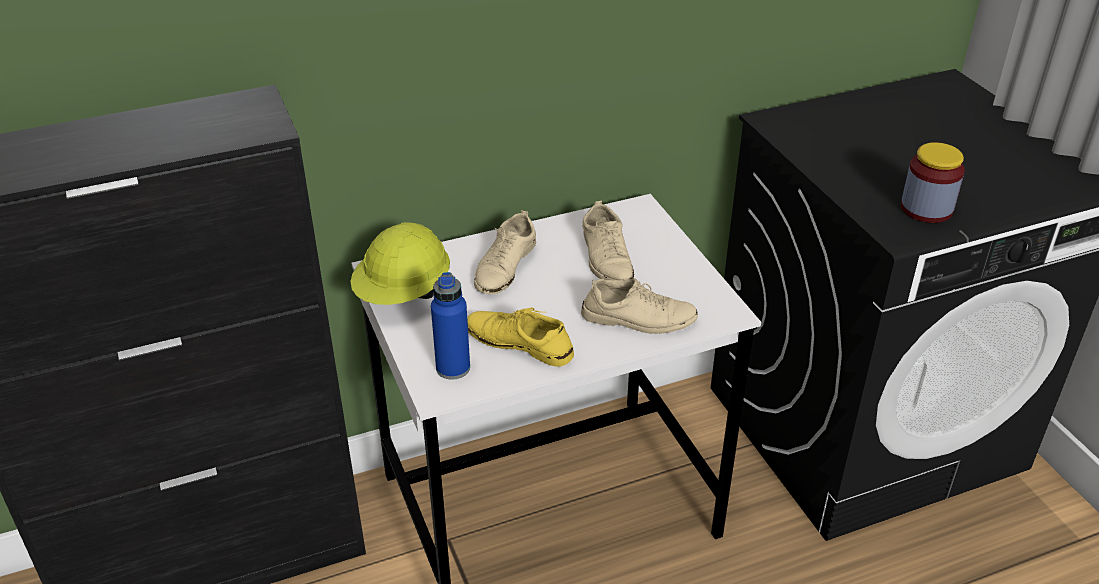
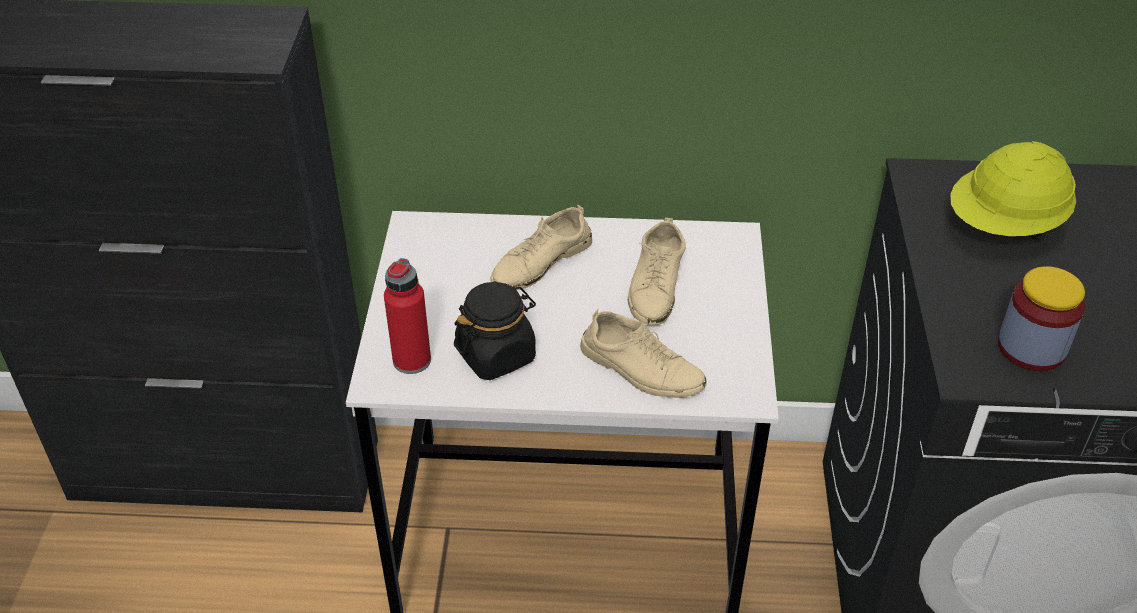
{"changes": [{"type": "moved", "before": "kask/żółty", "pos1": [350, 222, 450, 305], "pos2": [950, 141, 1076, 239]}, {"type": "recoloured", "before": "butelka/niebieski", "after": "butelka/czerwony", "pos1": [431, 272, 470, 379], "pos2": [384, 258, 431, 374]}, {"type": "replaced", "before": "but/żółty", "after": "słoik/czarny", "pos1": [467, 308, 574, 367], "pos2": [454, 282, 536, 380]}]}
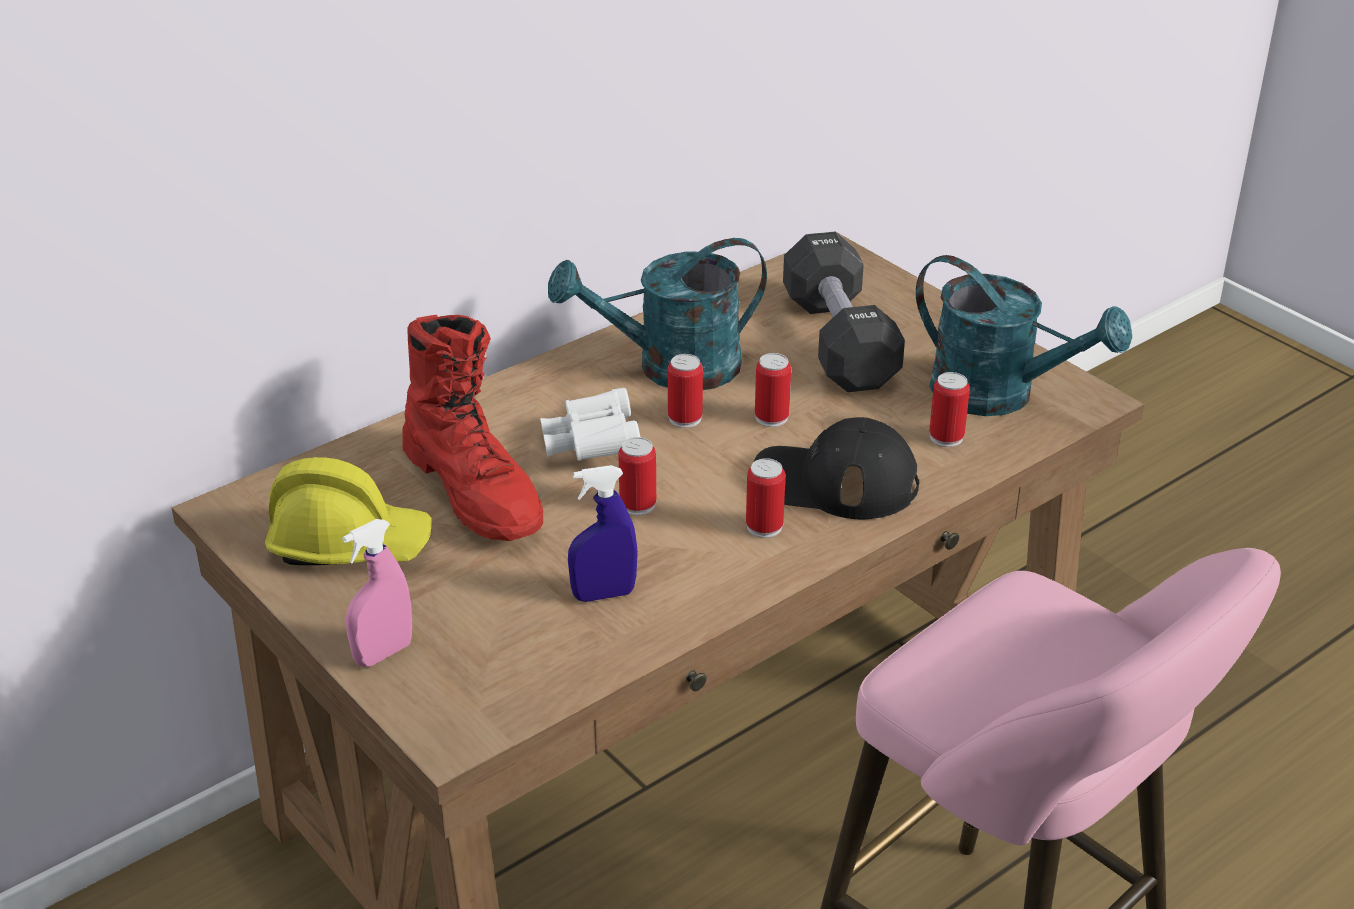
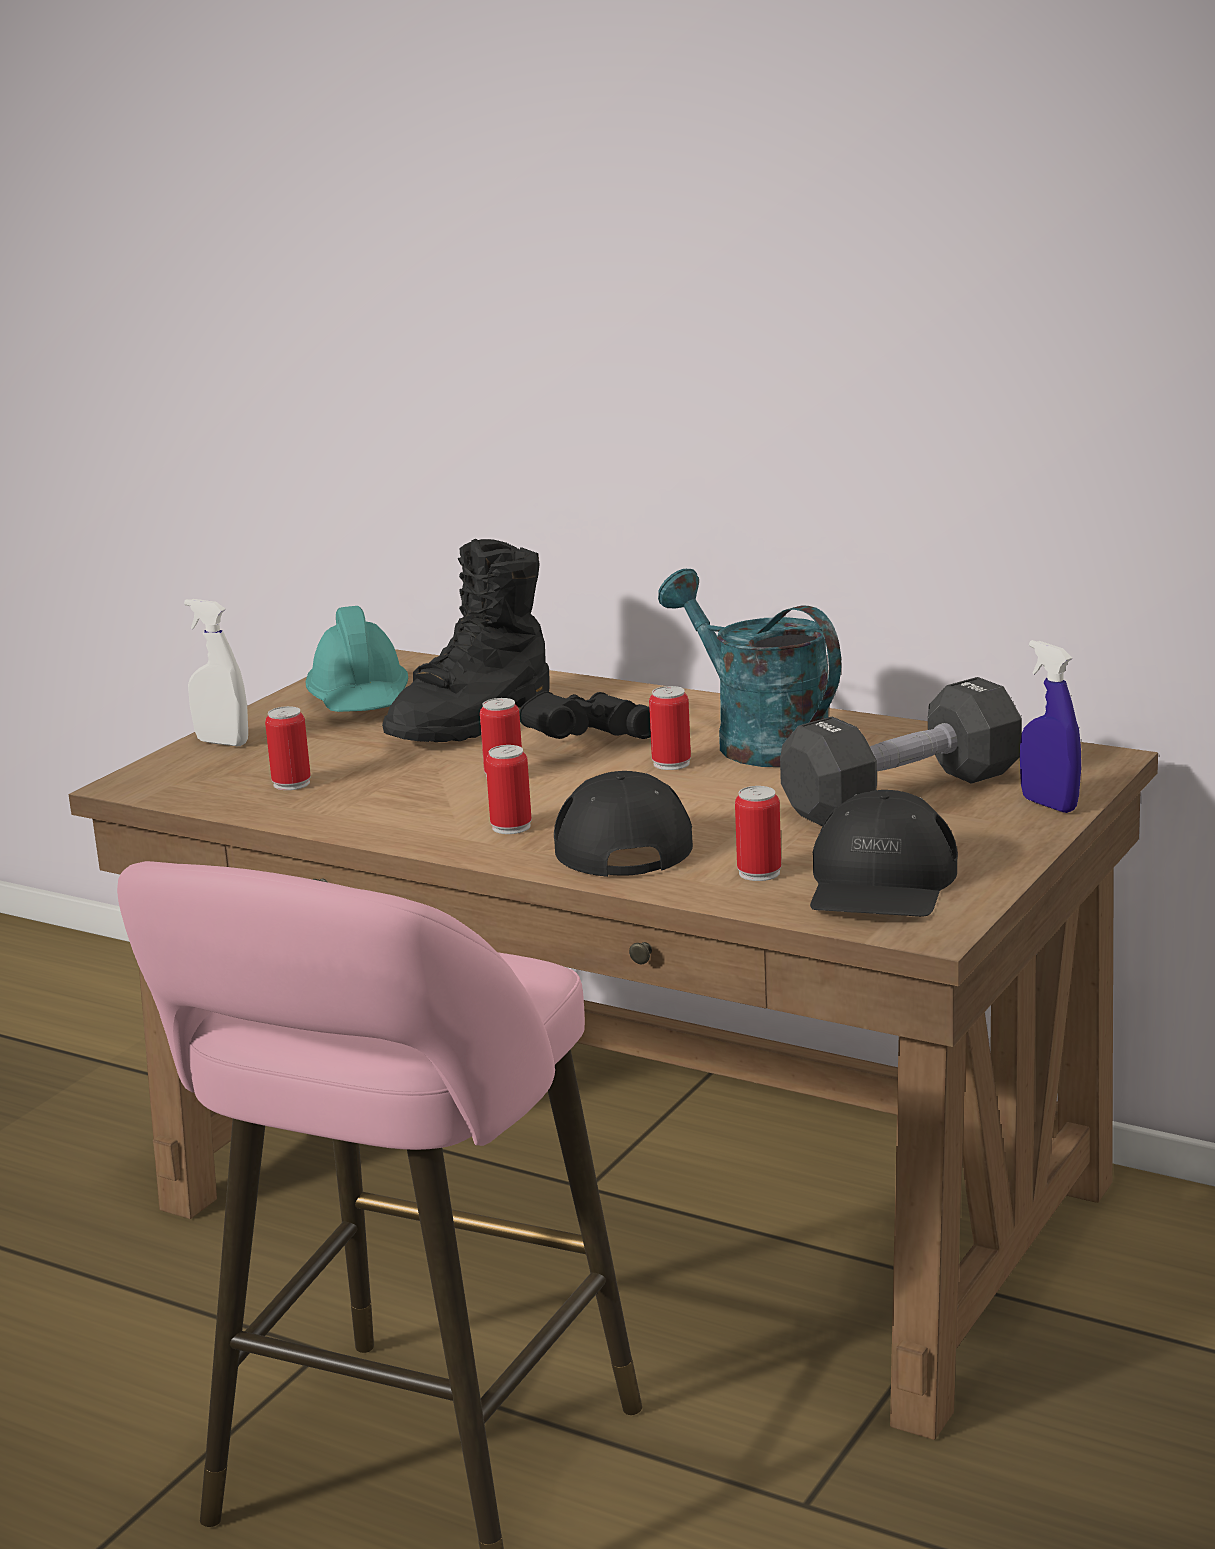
{"changes": [{"type": "recoloured", "before": "kask/żółty", "after": "kask/turkusowy", "pos1": [265, 457, 431, 565], "pos2": [306, 606, 408, 712]}, {"type": "recoloured", "before": "spryskiwacz/różowy", "after": "spryskiwacz/biały", "pos1": [342, 519, 412, 667], "pos2": [184, 599, 248, 746]}, {"type": "recoloured", "before": "but z cholewką/czerwony", "after": "but z cholewką/czarny", "pos1": [402, 315, 543, 541], "pos2": [382, 539, 550, 742]}, {"type": "recoloured", "before": "lornetka/biały", "after": "lornetka/czarny", "pos1": [540, 388, 640, 461], "pos2": [519, 691, 651, 739]}, {"type": "moved", "before": "spryskiwacz/niebieski", "pos1": [568, 465, 638, 602], "pos2": [1020, 640, 1081, 813]}, {"type": "moved", "before": "puszka", "pos1": [755, 353, 791, 427], "pos2": [265, 706, 311, 790]}, {"type": "replaced", "before": "konewka/turkusowy", "after": "czapka z daszkiem/czarny", "pos1": [916, 255, 1132, 416], "pos2": [810, 790, 958, 917]}]}
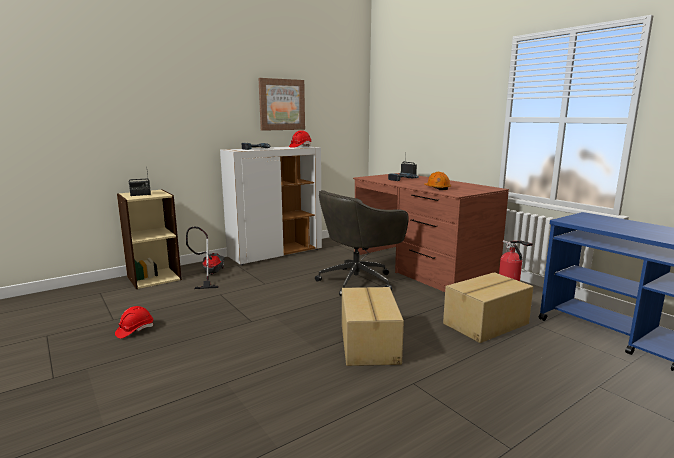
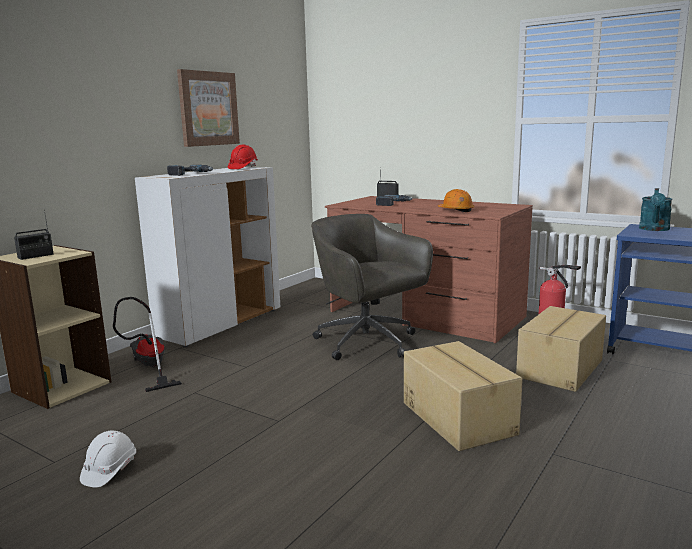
{"changes": [{"type": "recoloured", "before": "kask/czerwony", "after": "kask/biały", "pos1": [115, 306, 153, 339], "pos2": [80, 430, 136, 488]}, {"type": "turned", "before": "krzesło biurowe/szary", "pos1": [315, 190, 409, 296], "pos2": [311, 214, 433, 360], "turn": 105}, {"type": "added", "after": "konewka/turkusowy", "pos2": [639, 188, 672, 231]}]}
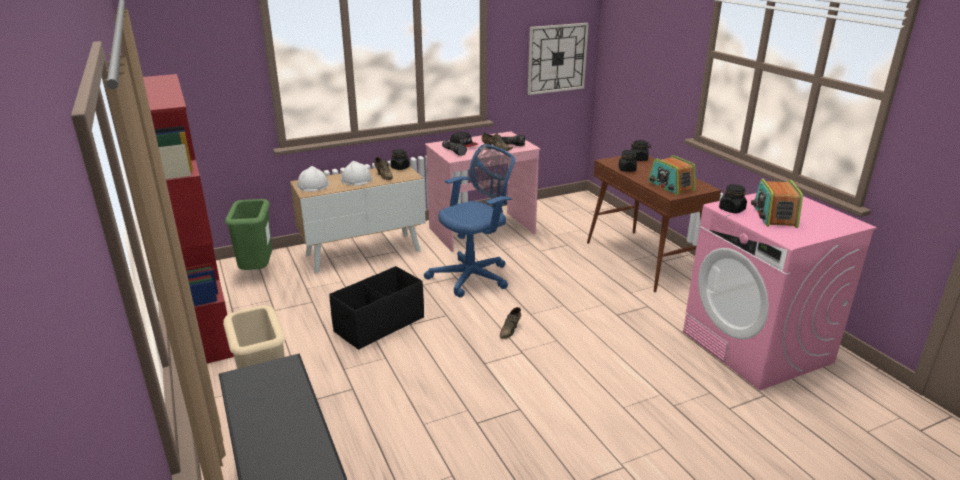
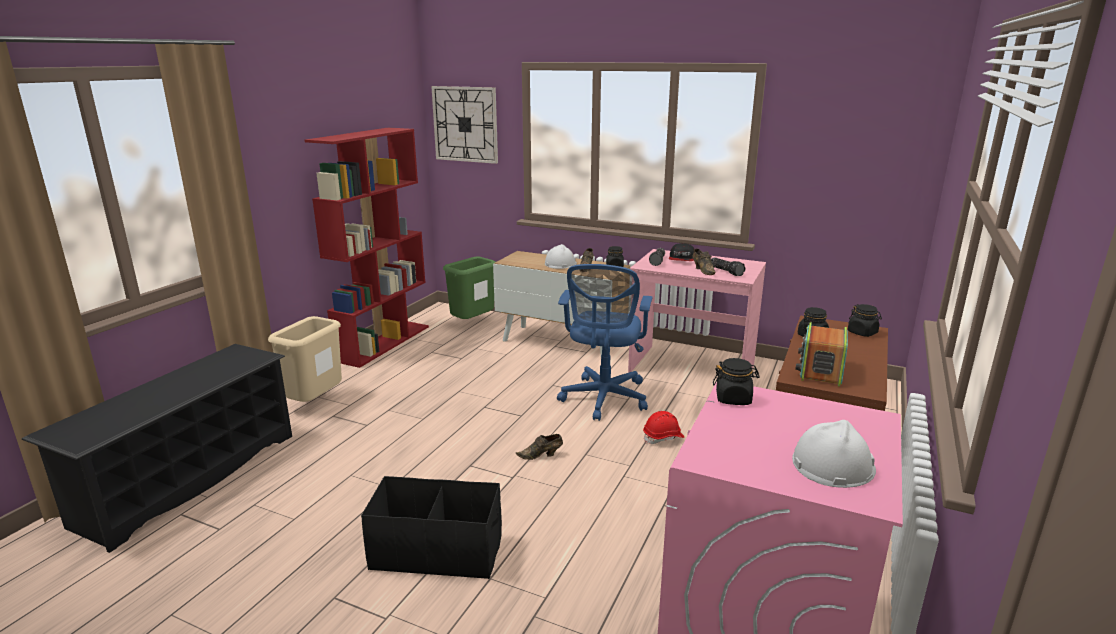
{"changes": [{"type": "moved", "before": "kask/biały", "pos1": [297, 166, 330, 192], "pos2": [792, 420, 876, 488]}, {"type": "moved", "before": "pojemnik do przechowywania/czarny", "pos1": [329, 266, 424, 350], "pos2": [361, 476, 502, 579]}, {"type": "turned", "before": "krzesło biurowe/niebieski", "pos1": [424, 144, 515, 298], "pos2": [557, 264, 653, 421], "turn": 90}, {"type": "moved", "before": "zegar ścienny", "pos1": [528, 23, 589, 95], "pos2": [431, 86, 498, 164]}, {"type": "removed", "before": "radio", "pos1": [751, 179, 803, 228]}, {"type": "added", "after": "kask/czerwony", "pos2": [643, 411, 684, 444]}]}
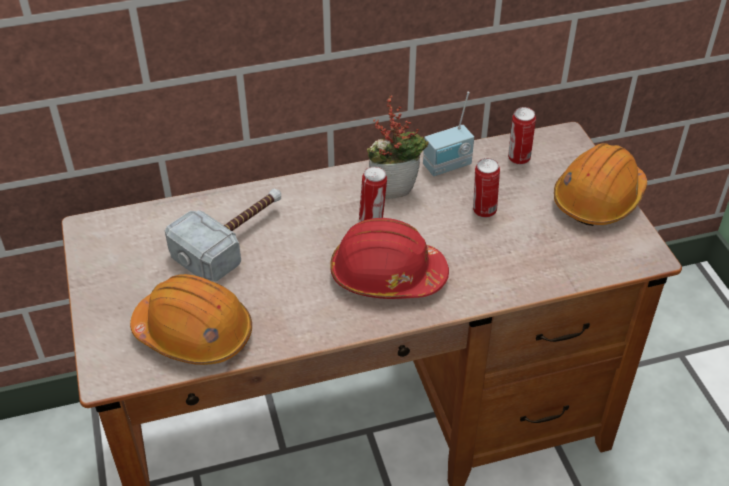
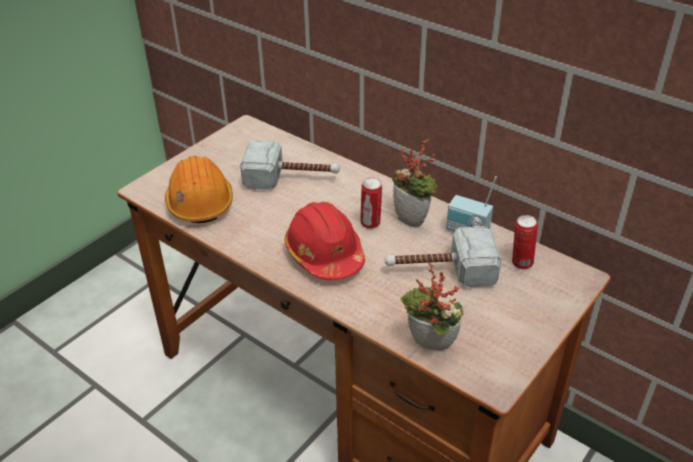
{"changes": [{"type": "replaced", "before": "puszka", "after": "młotek", "pos1": [473, 158, 500, 218], "pos2": [385, 226, 502, 287]}, {"type": "removed", "before": "kask/pomarańczowy", "pos1": [554, 143, 647, 226]}, {"type": "added", "after": "roślina doniczkowa", "pos2": [401, 263, 464, 351]}]}
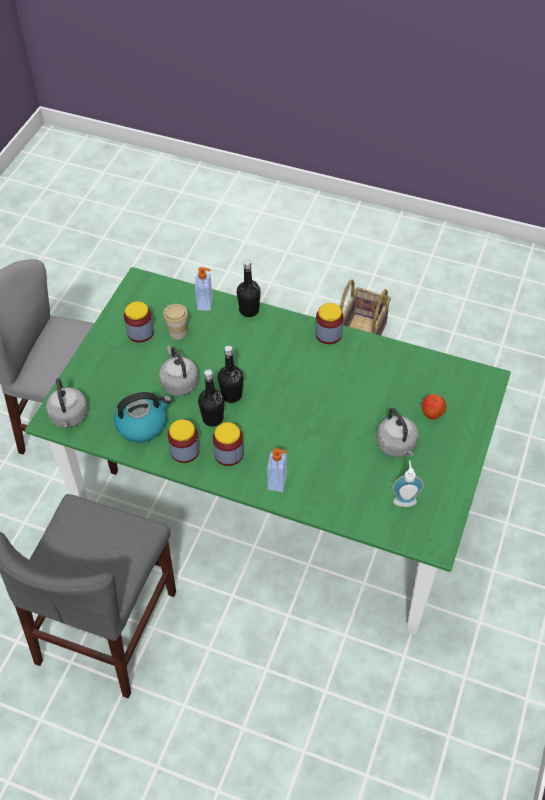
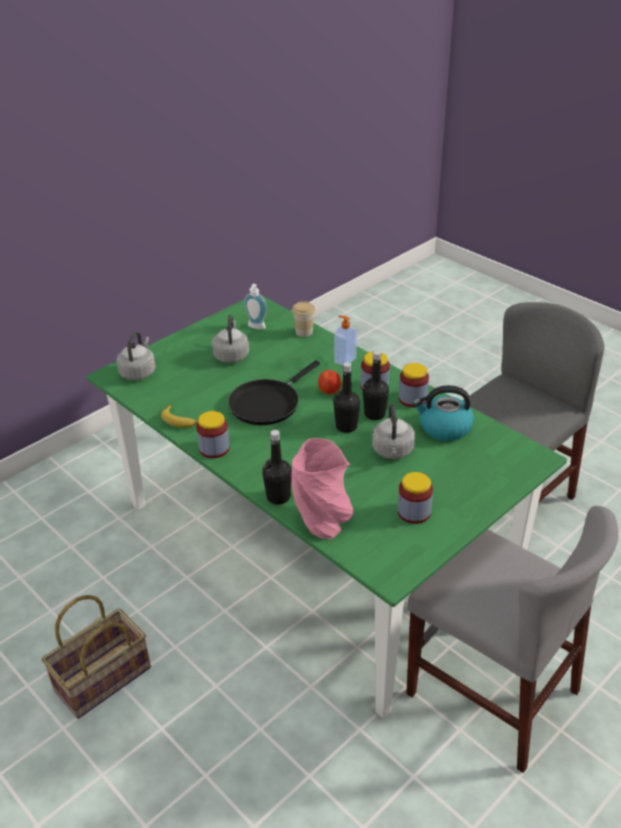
{"changes": [{"type": "moved", "before": "czajnik/szary", "pos1": [46, 378, 88, 428], "pos2": [116, 331, 156, 380]}, {"type": "moved", "before": "filiżanka", "pos1": [163, 304, 188, 340], "pos2": [292, 301, 315, 337]}, {"type": "replaced", "before": "dozownik mydła", "after": "wazon/różowy", "pos1": [195, 267, 213, 311], "pos2": [291, 438, 354, 540]}, {"type": "moved", "before": "jabłko", "pos1": [422, 394, 446, 420], "pos2": [318, 370, 342, 394]}, {"type": "added", "after": "banan", "pos2": [161, 404, 197, 428]}, {"type": "added", "after": "patelnia/czarny", "pos2": [228, 360, 320, 425]}]}
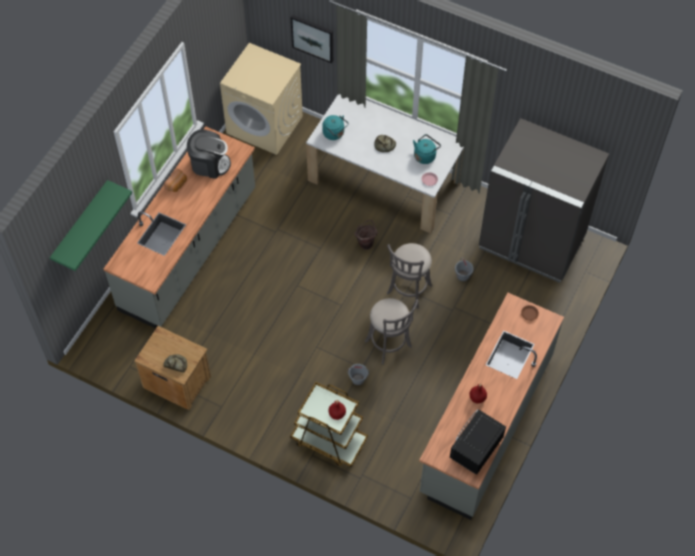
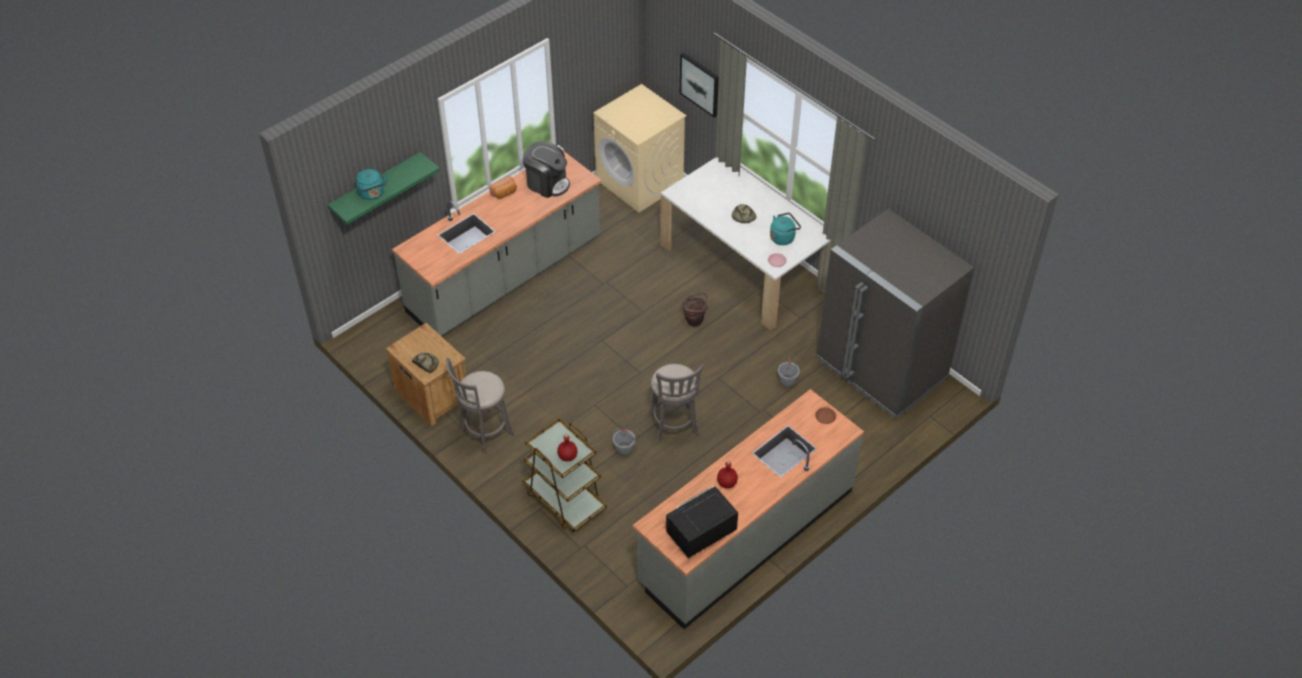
{"changes": [{"type": "moved", "before": "czajnik/turkusowy", "pos1": [322, 115, 349, 140], "pos2": [356, 169, 388, 200]}, {"type": "moved", "before": "stołek/szary", "pos1": [387, 243, 432, 309], "pos2": [446, 358, 514, 455]}]}
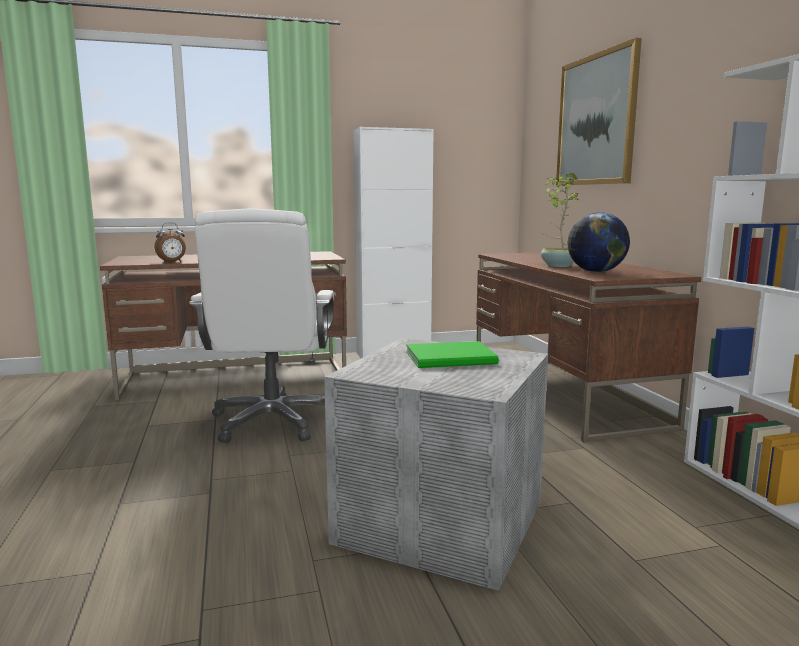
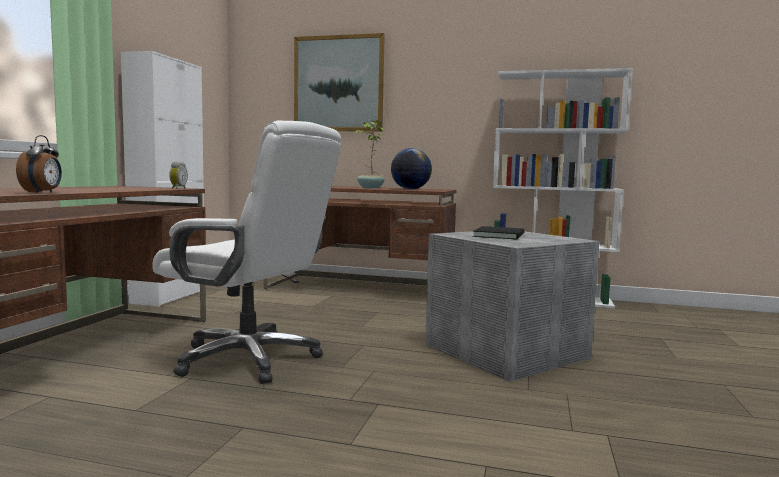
{"changes": [{"type": "recoloured", "before": "książka/zielony", "after": "książka/czarny", "pos1": [406, 341, 499, 368], "pos2": [473, 226, 525, 239]}, {"type": "added", "after": "budzik", "pos2": [169, 161, 188, 189]}]}
